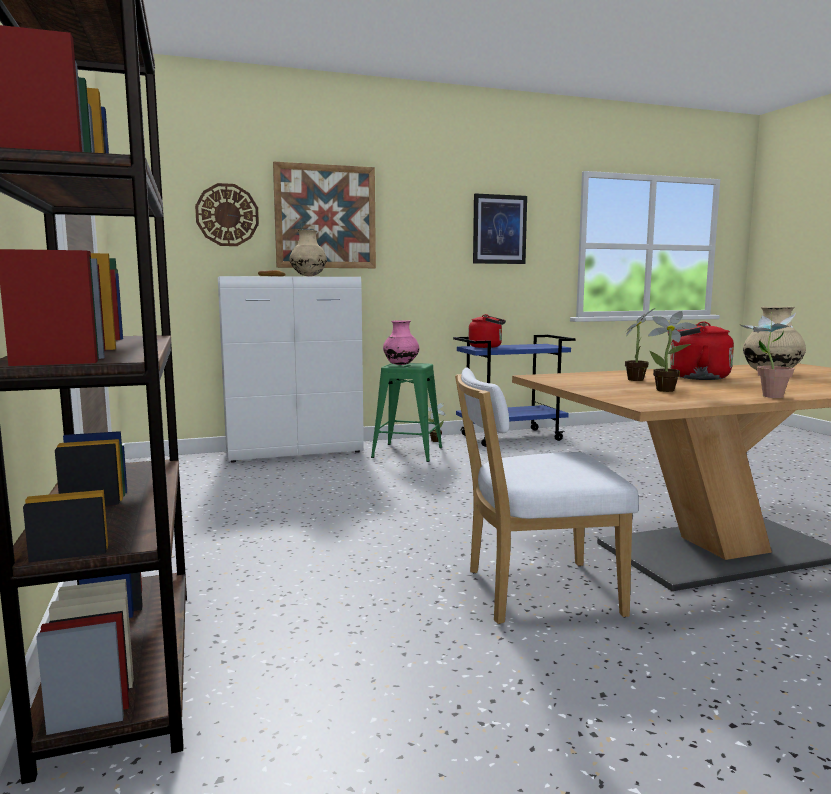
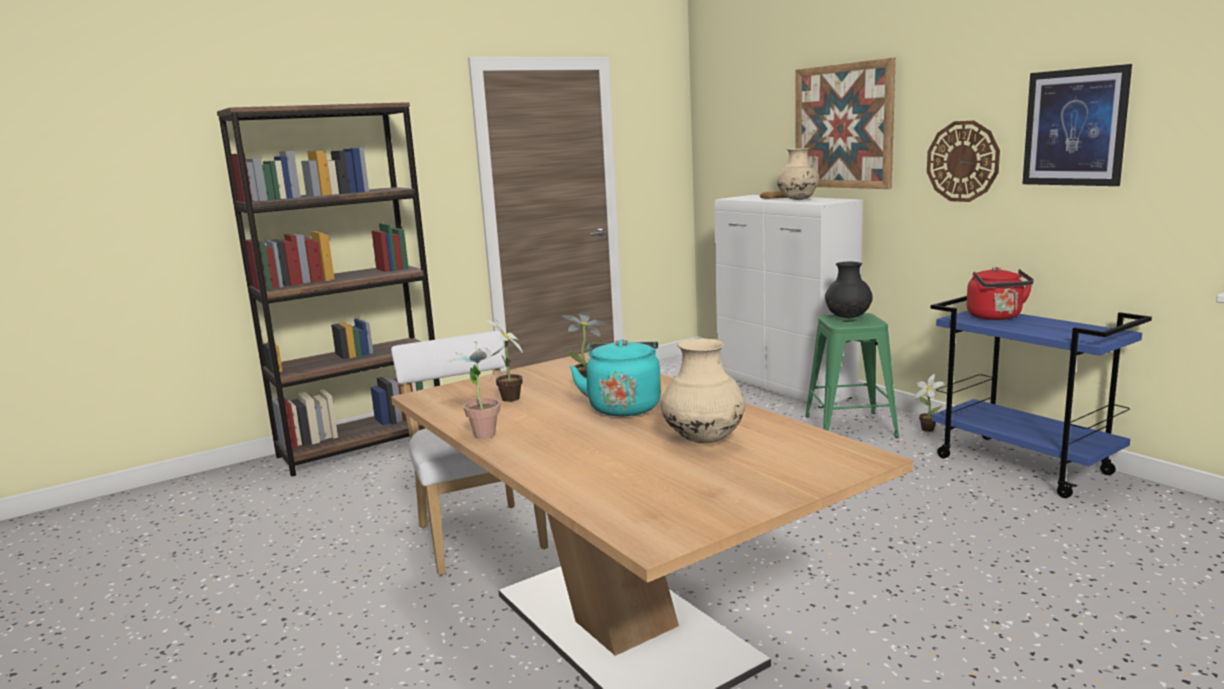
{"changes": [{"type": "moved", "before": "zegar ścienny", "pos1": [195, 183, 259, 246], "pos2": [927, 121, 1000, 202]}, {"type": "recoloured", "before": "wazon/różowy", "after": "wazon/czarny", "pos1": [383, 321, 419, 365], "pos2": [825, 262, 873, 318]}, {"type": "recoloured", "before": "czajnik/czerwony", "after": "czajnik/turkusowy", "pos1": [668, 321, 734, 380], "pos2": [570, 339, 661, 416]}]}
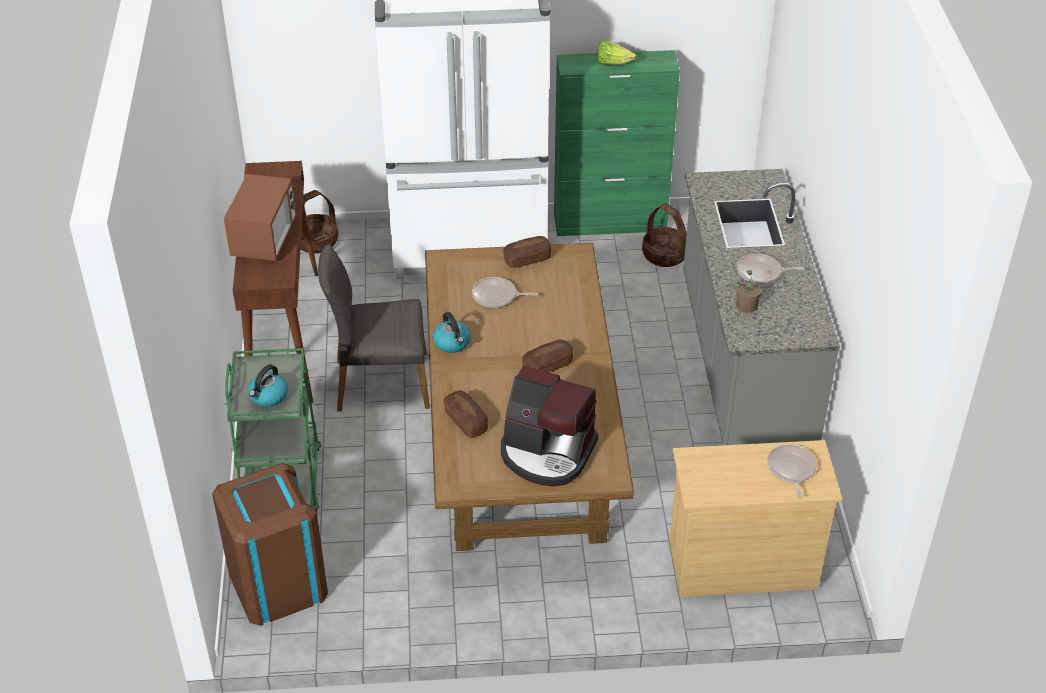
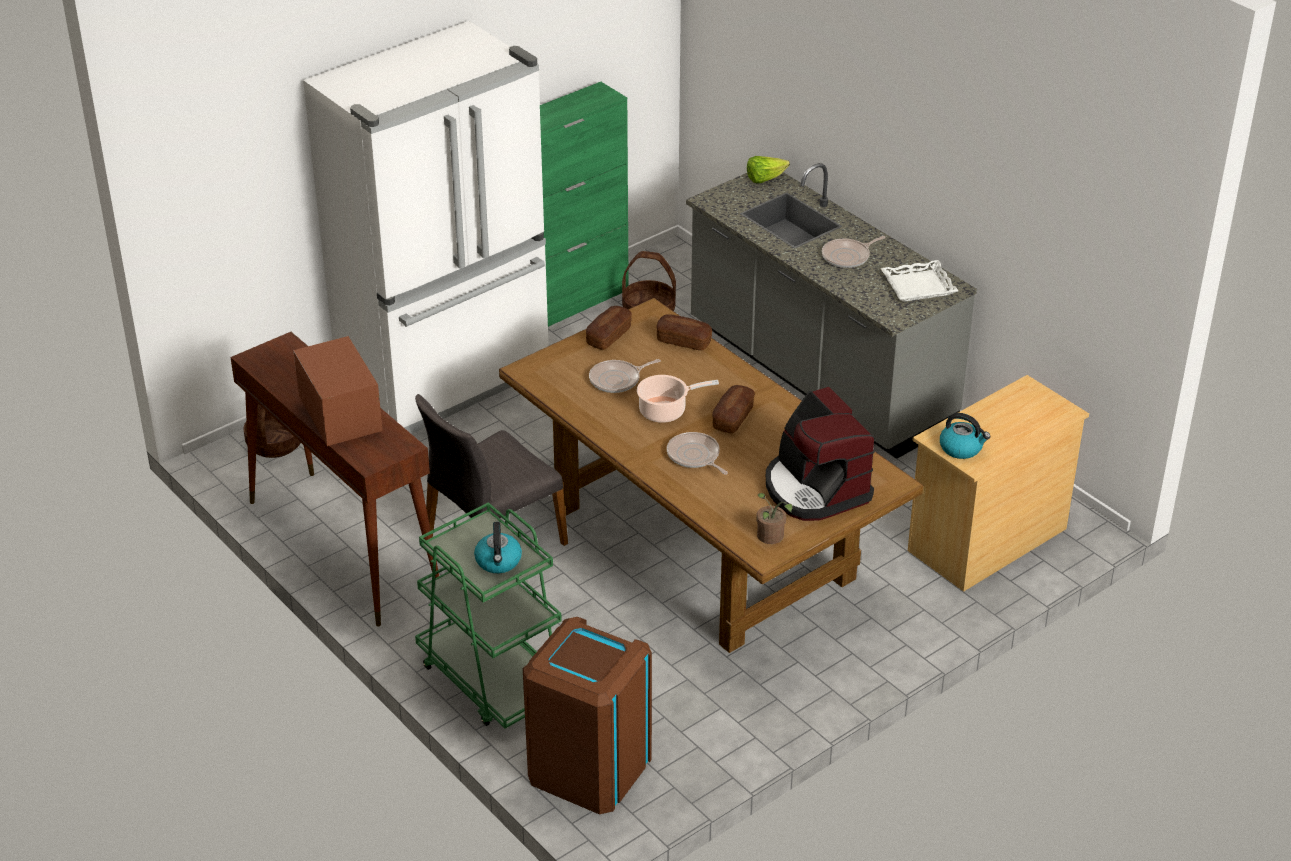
{"changes": [{"type": "moved", "before": "czajnik", "pos1": [433, 312, 471, 353], "pos2": [940, 413, 990, 459]}, {"type": "moved", "before": "chleb", "pos1": [444, 391, 488, 438], "pos2": [656, 314, 712, 350]}, {"type": "turned", "before": "ekspres do kawy", "pos1": [501, 365, 598, 487], "pos2": [766, 387, 875, 521], "turn": 75}, {"type": "moved", "before": "sałata", "pos1": [597, 40, 637, 65], "pos2": [747, 156, 790, 183]}, {"type": "moved", "before": "roślina doniczkowa", "pos1": [734, 270, 761, 313], "pos2": [756, 493, 793, 544]}, {"type": "moved", "before": "patelnia", "pos1": [767, 444, 817, 499], "pos2": [667, 432, 728, 475]}, {"type": "added", "after": "garnek", "pos2": [637, 375, 719, 423]}, {"type": "added", "after": "taca/biały", "pos2": [881, 260, 958, 302]}]}
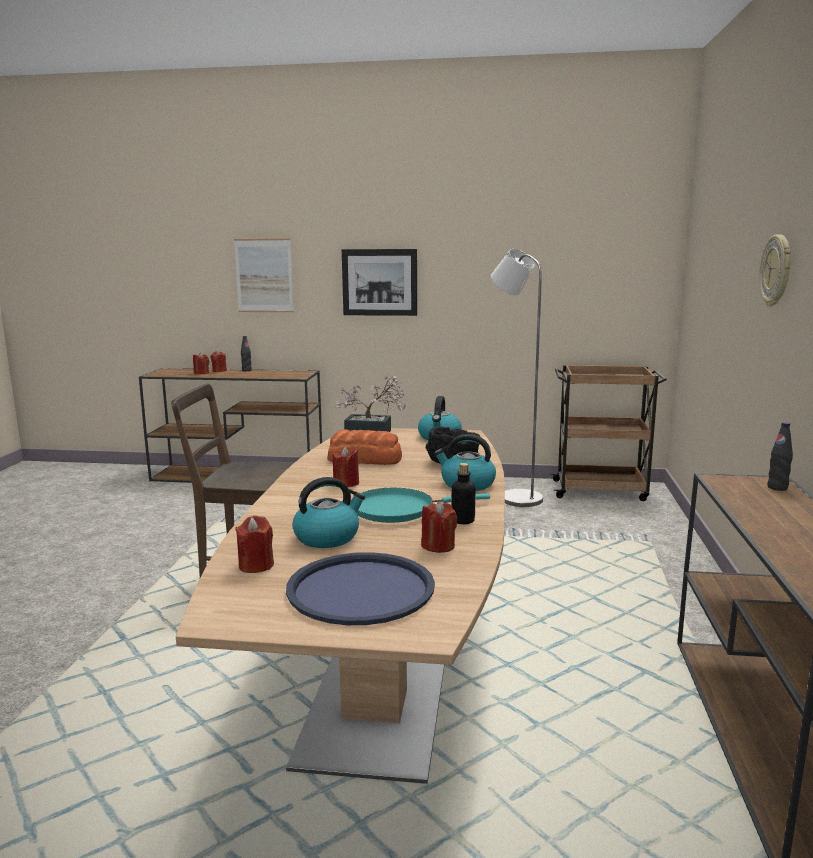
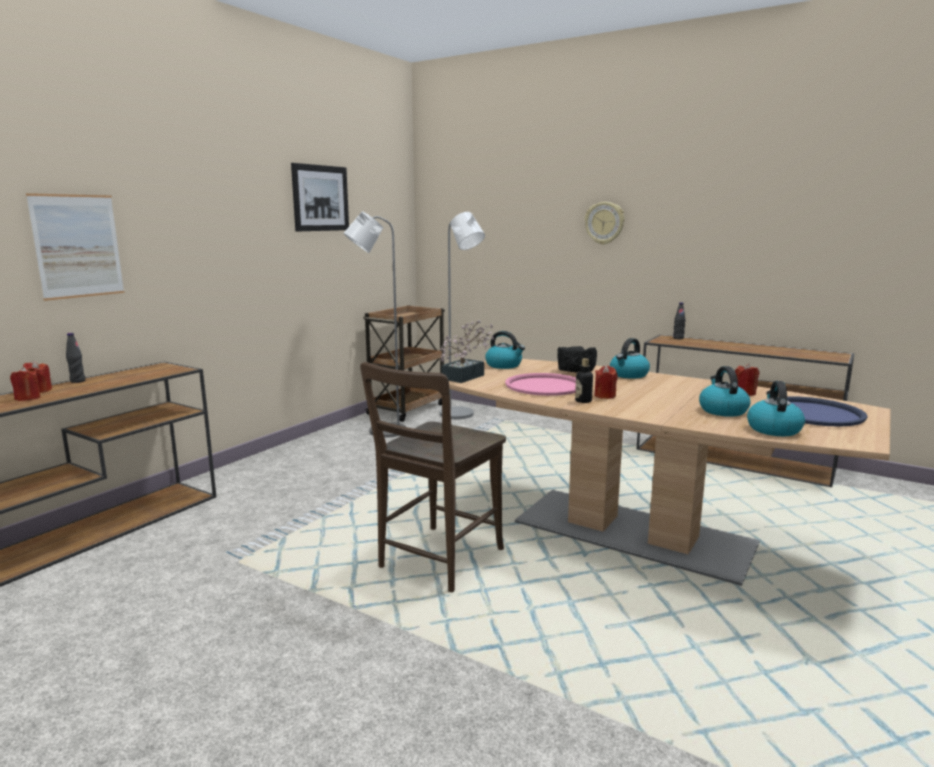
{"changes": [{"type": "replaced", "before": "świeca/czerwony", "after": "czajnik", "pos1": [235, 516, 274, 573], "pos2": [747, 381, 805, 436]}, {"type": "replaced", "before": "chleb", "after": "taca/różowy", "pos1": [327, 429, 402, 465], "pos2": [505, 373, 576, 396]}, {"type": "moved", "before": "obraz", "pos1": [342, 249, 417, 316], "pos2": [291, 163, 349, 231]}, {"type": "removed", "before": "patelnia/turkusowy", "pos1": [351, 488, 490, 523]}, {"type": "moved", "before": "butelka", "pos1": [451, 463, 476, 524], "pos2": [575, 358, 593, 403]}, {"type": "added", "after": "lampa stojąca/szary", "pos2": [440, 212, 485, 419]}]}
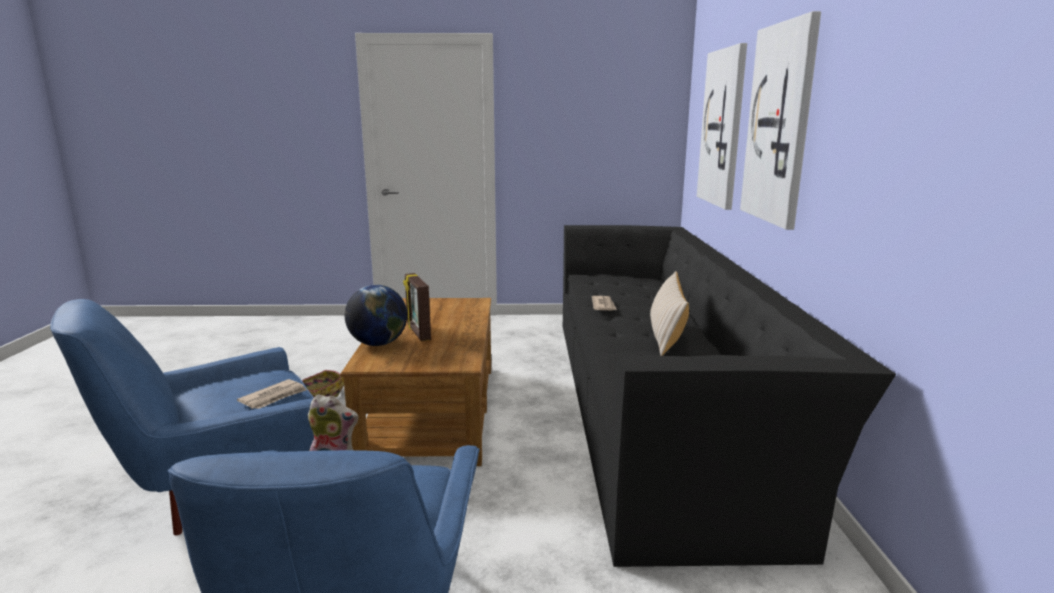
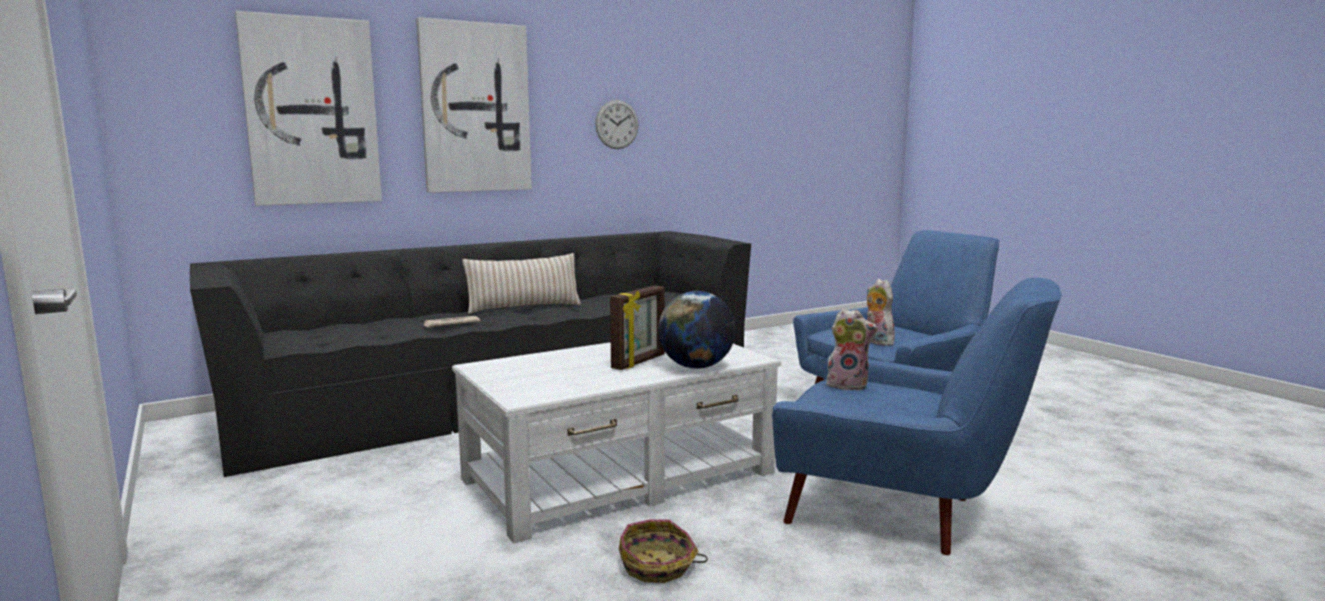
{"changes": [{"type": "replaced", "before": "gazeta", "after": "pluszak", "pos1": [237, 379, 307, 409], "pos2": [826, 309, 878, 390]}, {"type": "recoloured", "before": "ława/brązowy", "after": "ława/biały", "pos1": [340, 298, 491, 466], "pos2": [452, 342, 781, 544]}, {"type": "added", "after": "zegar ścienny", "pos2": [595, 100, 639, 149]}]}
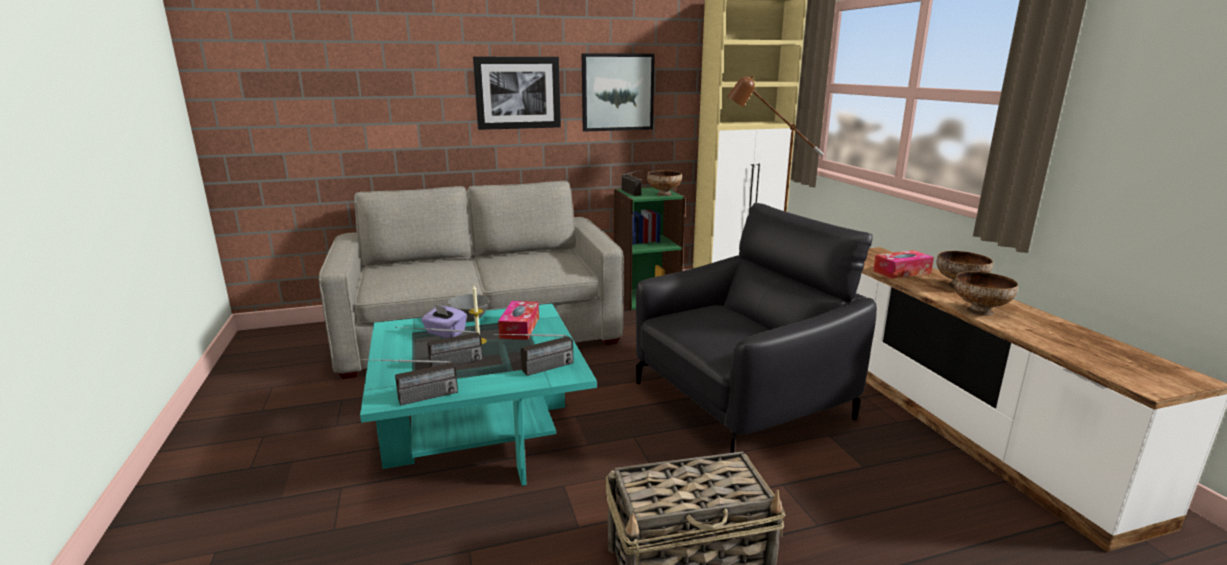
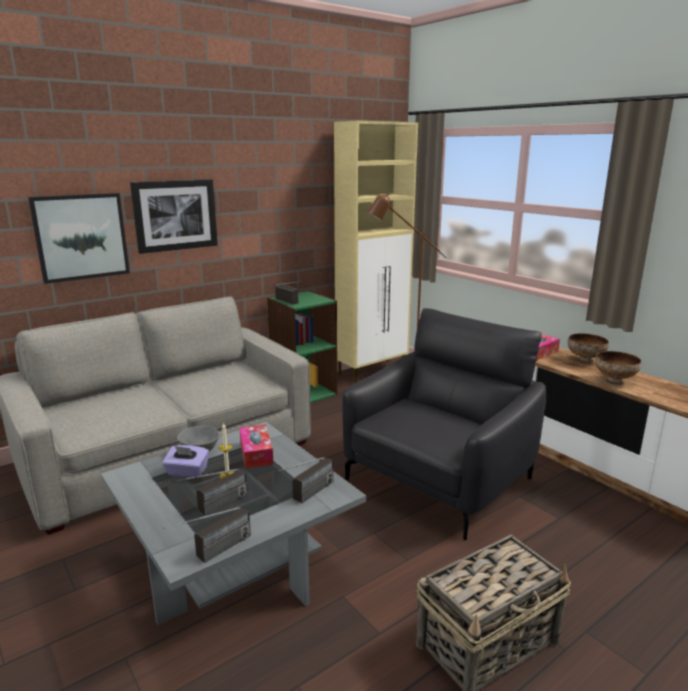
{"changes": [{"type": "recoloured", "before": "ława/turkusowy", "after": "ława/szary", "pos1": [360, 304, 597, 486], "pos2": [101, 422, 366, 625]}, {"type": "moved", "before": "obraz", "pos1": [582, 53, 655, 132], "pos2": [28, 193, 130, 284]}, {"type": "removed", "before": "miska", "pos1": [647, 170, 682, 196]}]}
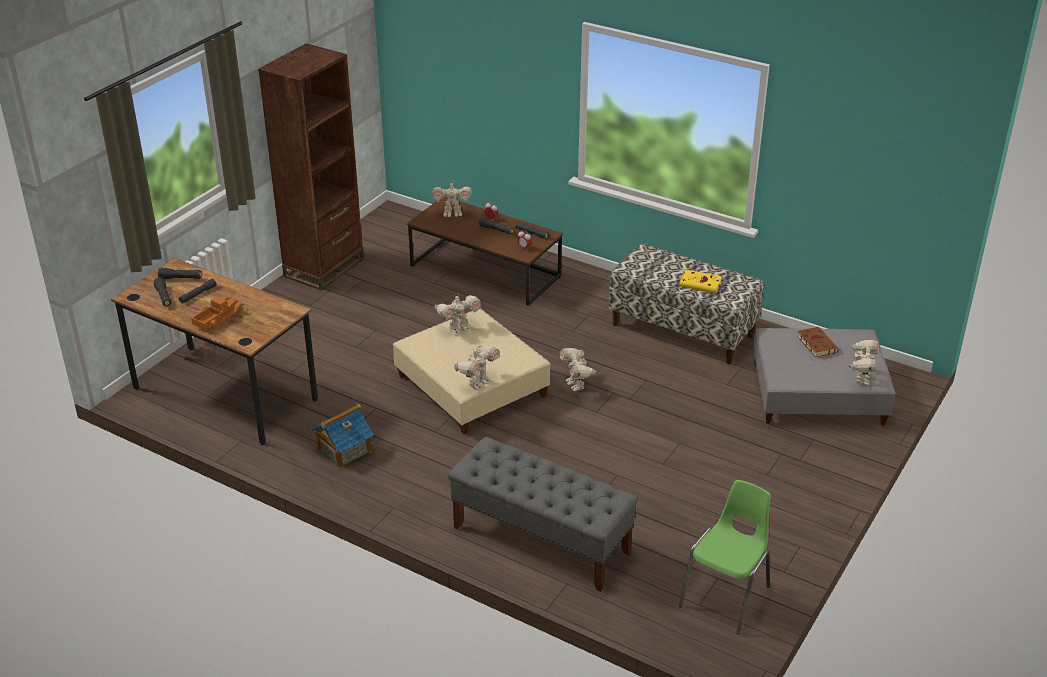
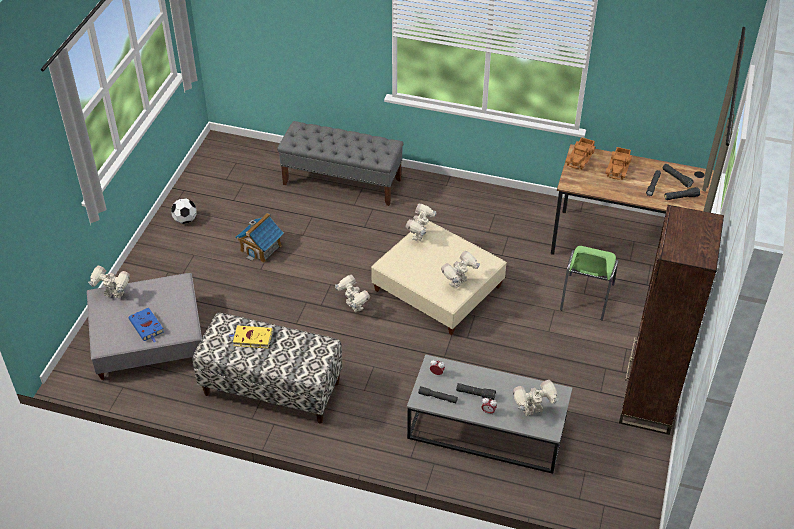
{"changes": [{"type": "moved", "before": "domek", "pos1": [311, 404, 374, 469], "pos2": [236, 213, 284, 263]}, {"type": "recoloured", "before": "ława/brązowy", "after": "ława/szary", "pos1": [407, 196, 563, 306], "pos2": [407, 355, 572, 474]}, {"type": "moved", "before": "krzesło/zielony", "pos1": [679, 480, 771, 634], "pos2": [560, 246, 618, 321]}, {"type": "recoloured", "before": "książka/brązowy", "after": "książka/niebieski", "pos1": [797, 327, 839, 357], "pos2": [129, 307, 164, 342]}, {"type": "turned", "before": "robot zabawkowy", "pos1": [848, 340, 879, 386], "pos2": [88, 266, 130, 299], "turn": 105}, {"type": "added", "after": "piłka futbolowa", "pos2": [171, 198, 197, 224]}, {"type": "added", "after": "ciężarówka zabawkowa", "pos2": [565, 137, 596, 169]}]}
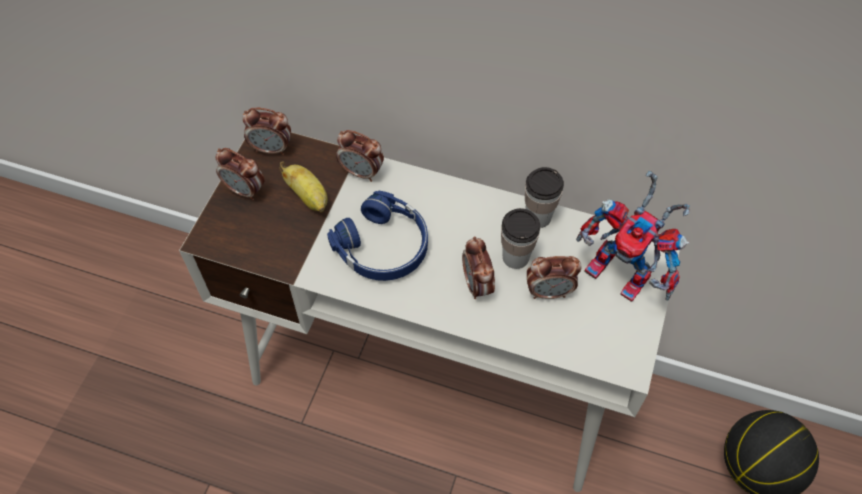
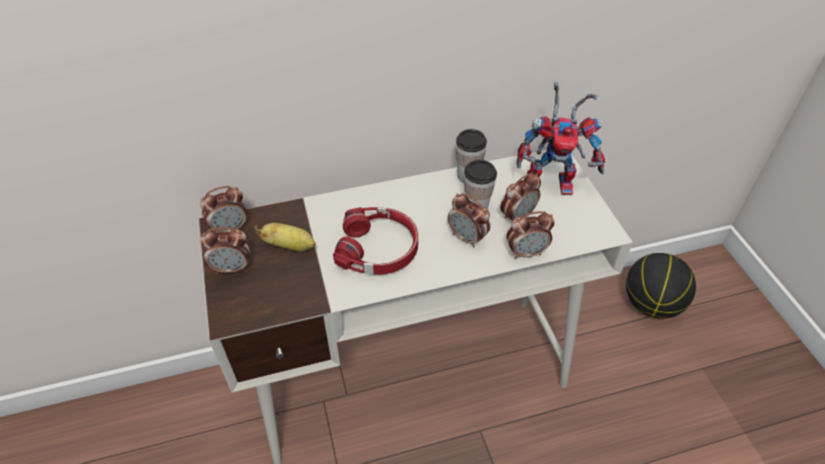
{"changes": [{"type": "recoloured", "before": "słuchawki/niebieski", "after": "słuchawki/czerwony", "pos1": [327, 191, 428, 281], "pos2": [333, 207, 418, 275]}, {"type": "moved", "before": "budzik", "pos1": [336, 130, 384, 182], "pos2": [507, 211, 555, 259]}]}
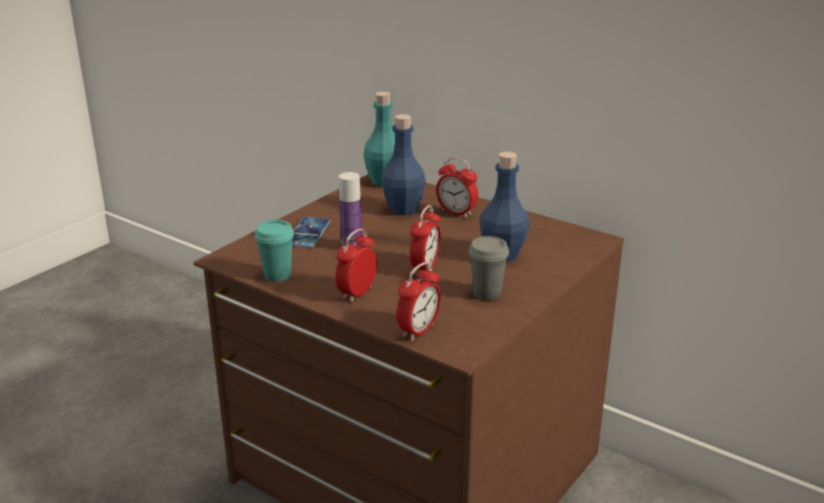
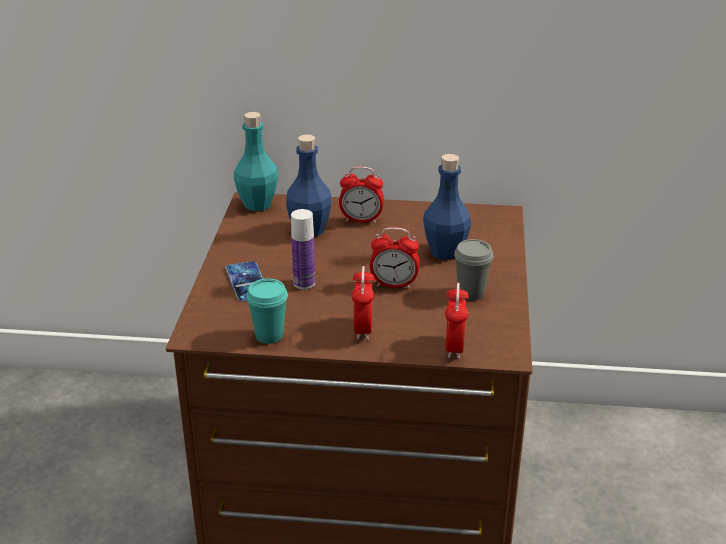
{"changes": [{"type": "turned", "before": "budzik", "pos1": [410, 205, 441, 275], "pos2": [370, 227, 419, 289], "turn": 105}]}
